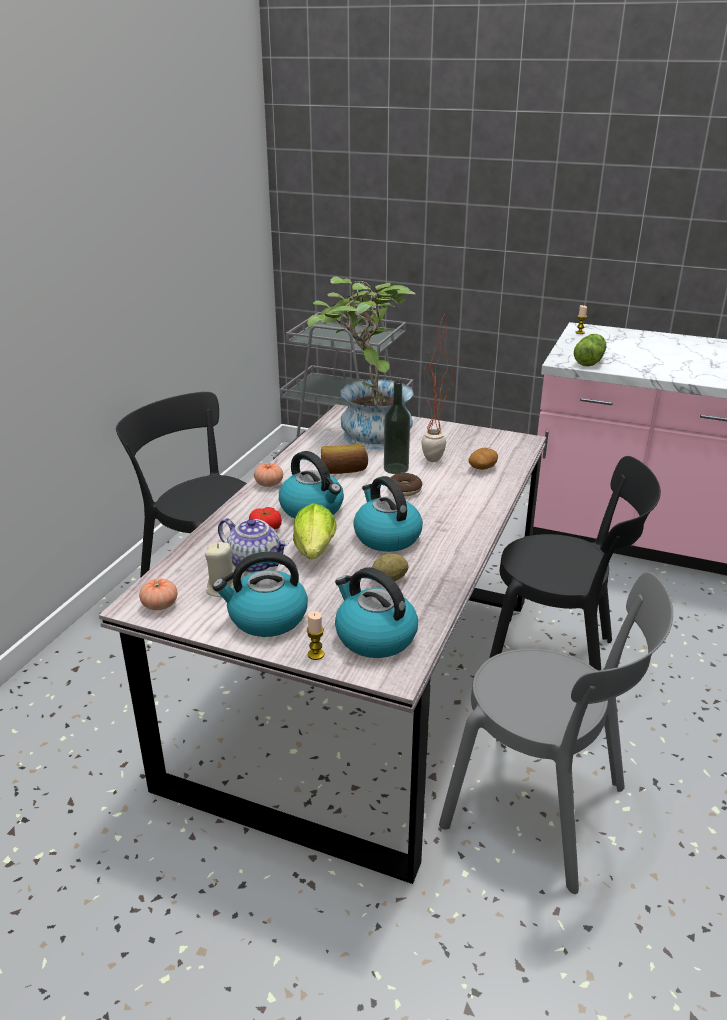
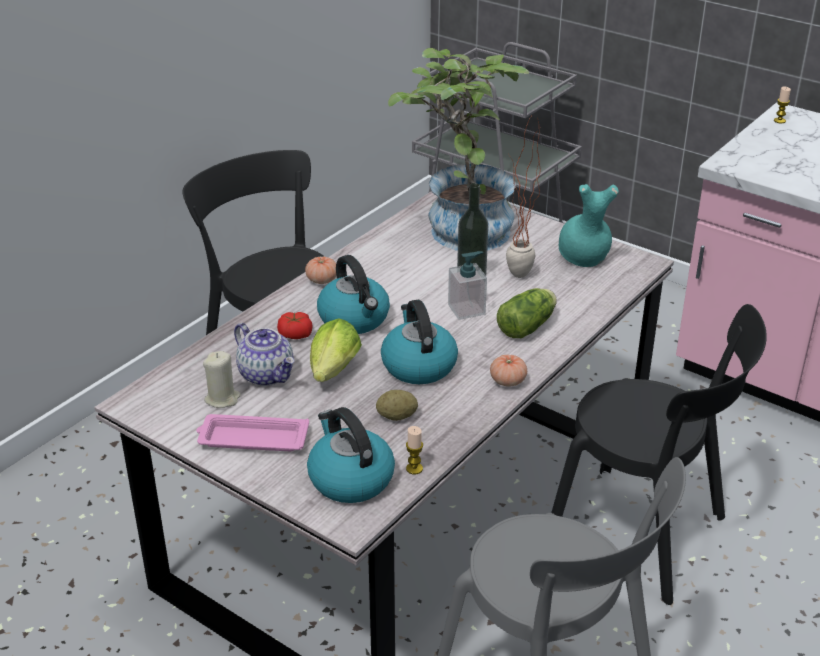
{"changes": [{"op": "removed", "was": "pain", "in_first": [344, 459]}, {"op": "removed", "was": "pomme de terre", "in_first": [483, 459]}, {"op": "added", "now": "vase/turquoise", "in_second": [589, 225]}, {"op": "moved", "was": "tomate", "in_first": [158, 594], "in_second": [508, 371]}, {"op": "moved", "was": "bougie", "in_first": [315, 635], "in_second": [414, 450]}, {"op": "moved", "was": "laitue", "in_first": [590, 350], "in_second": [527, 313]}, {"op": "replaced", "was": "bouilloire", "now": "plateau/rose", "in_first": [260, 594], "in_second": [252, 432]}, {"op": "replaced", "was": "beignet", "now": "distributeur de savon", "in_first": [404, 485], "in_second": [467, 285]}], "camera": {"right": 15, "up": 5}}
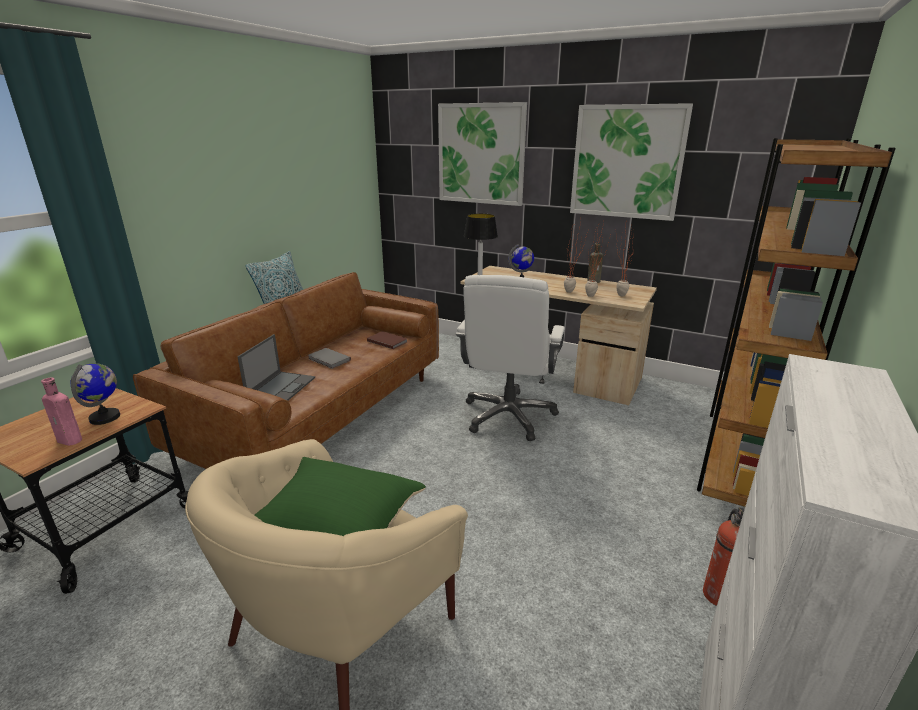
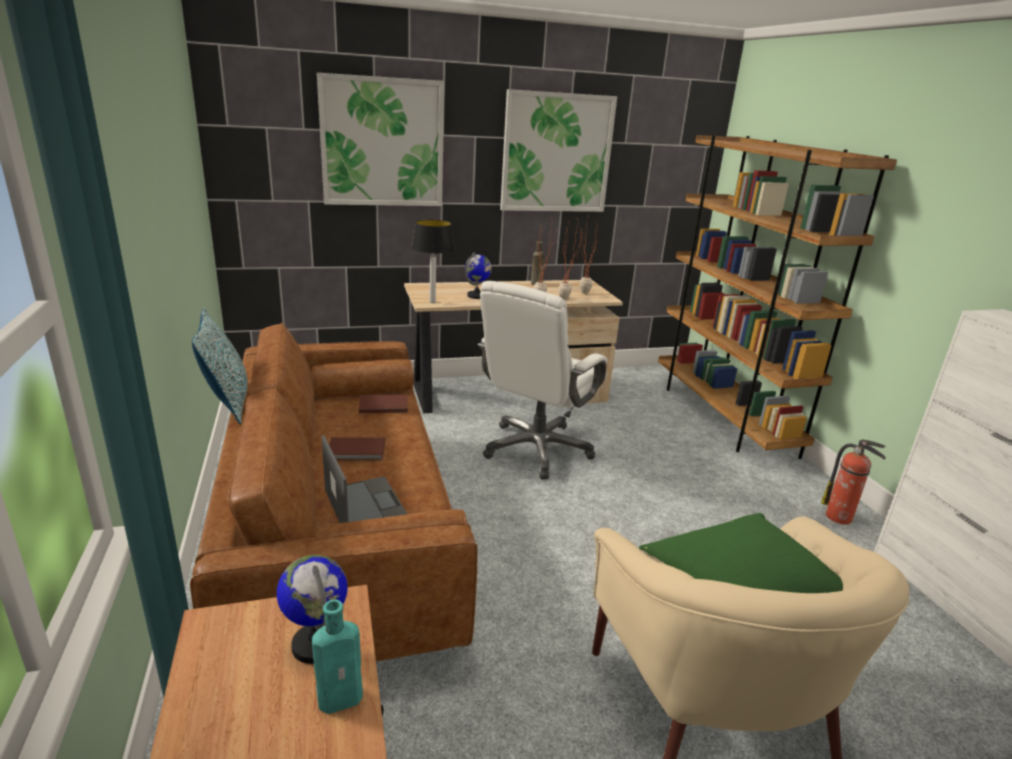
{"changes": [{"op": "recoloured", "was": "bouteille/rose", "now": "bouteille/turquoise", "in_first": [61, 412], "in_second": [337, 657]}, {"op": "recoloured", "was": "livre/gris", "now": "livre/marron", "in_first": [329, 358], "in_second": [357, 448]}, {"op": "turned", "was": "chaise de bureau/blanc", "in_first": [510, 358], "in_second": [543, 380], "clockwise": 60}], "camera": {"right": -45, "up": 0}}
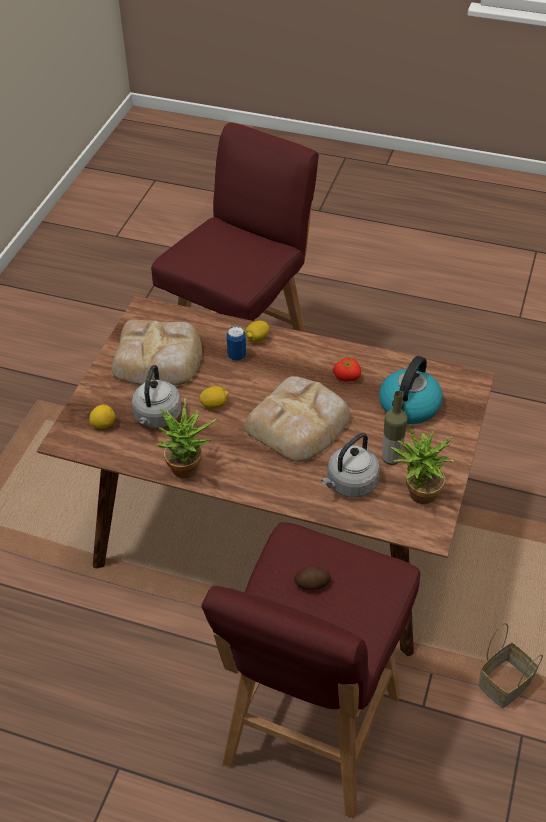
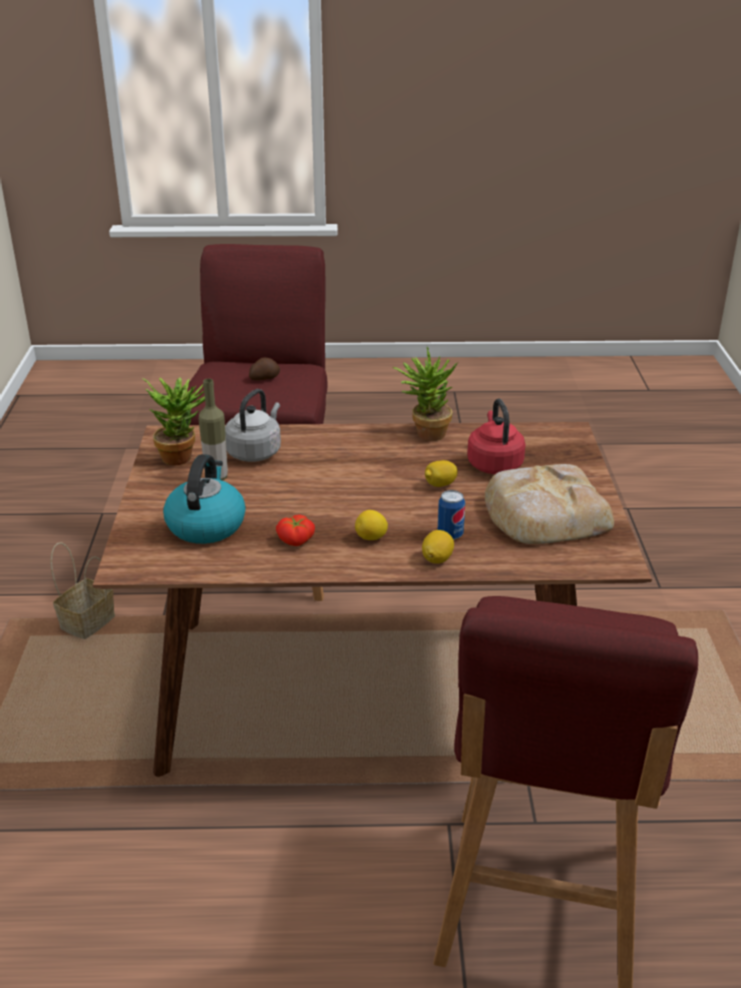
{"changes": [{"op": "removed", "was": "pain", "in_first": [297, 419]}, {"op": "moved", "was": "citron", "in_first": [102, 417], "in_second": [371, 525]}, {"op": "recoloured", "was": "bouilloire/gris", "now": "bouilloire/rouge", "in_first": [157, 396], "in_second": [496, 436]}], "camera": {"right": 160, "up": -15}}
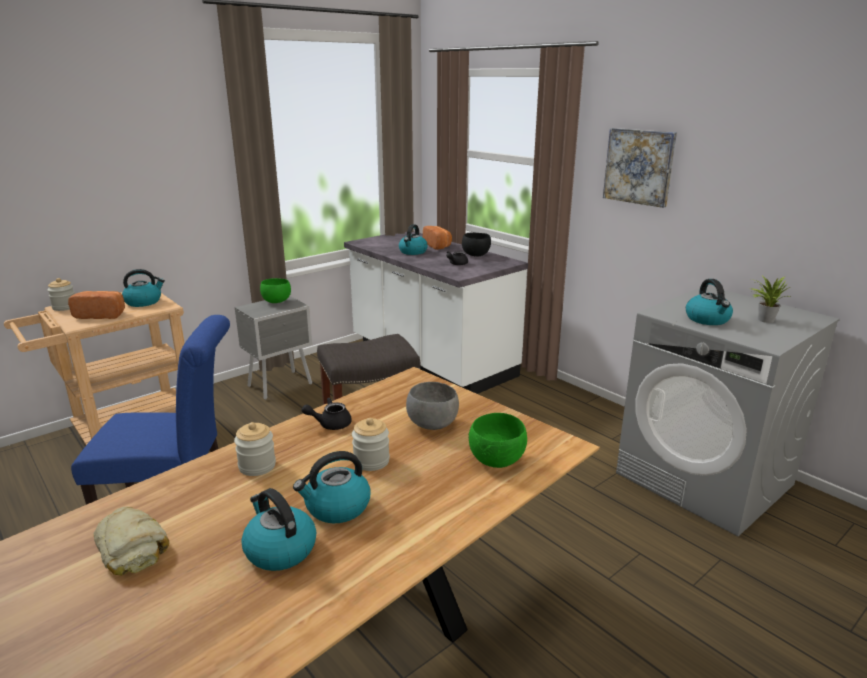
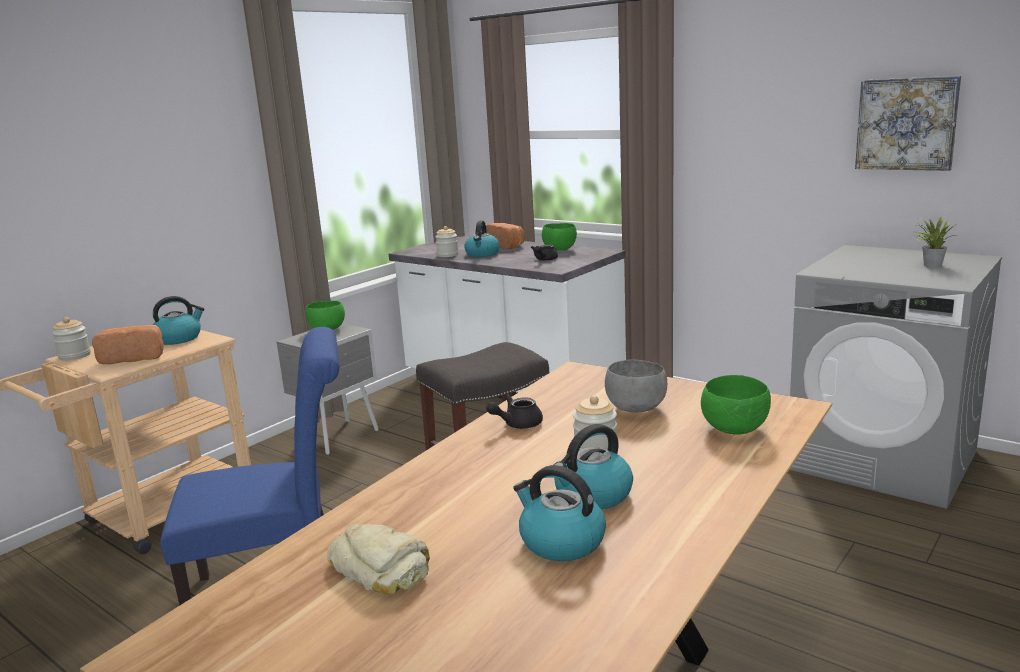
{"changes": [{"op": "removed", "was": "bouilloire", "in_first": [709, 302]}, {"op": "moved", "was": "bocal", "in_first": [255, 449], "in_second": [446, 241]}, {"op": "moved", "was": "tableau", "in_first": [640, 168], "in_second": [908, 123]}, {"op": "recoloured", "was": "bol/noir", "now": "bol/vert", "in_first": [476, 244], "in_second": [559, 237]}], "camera": {"right": -10, "up": -5}}
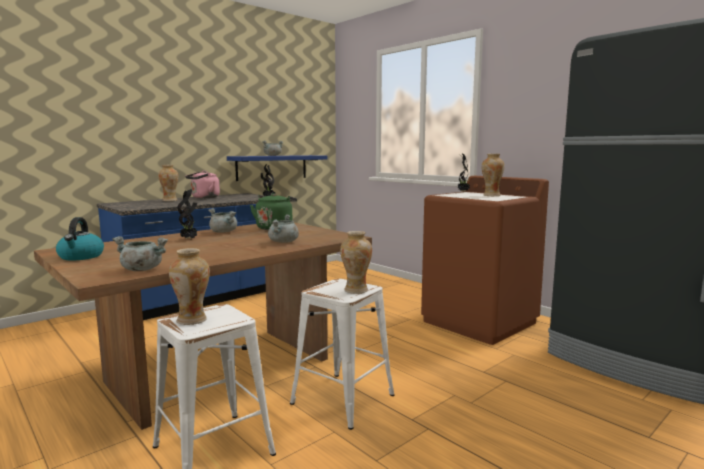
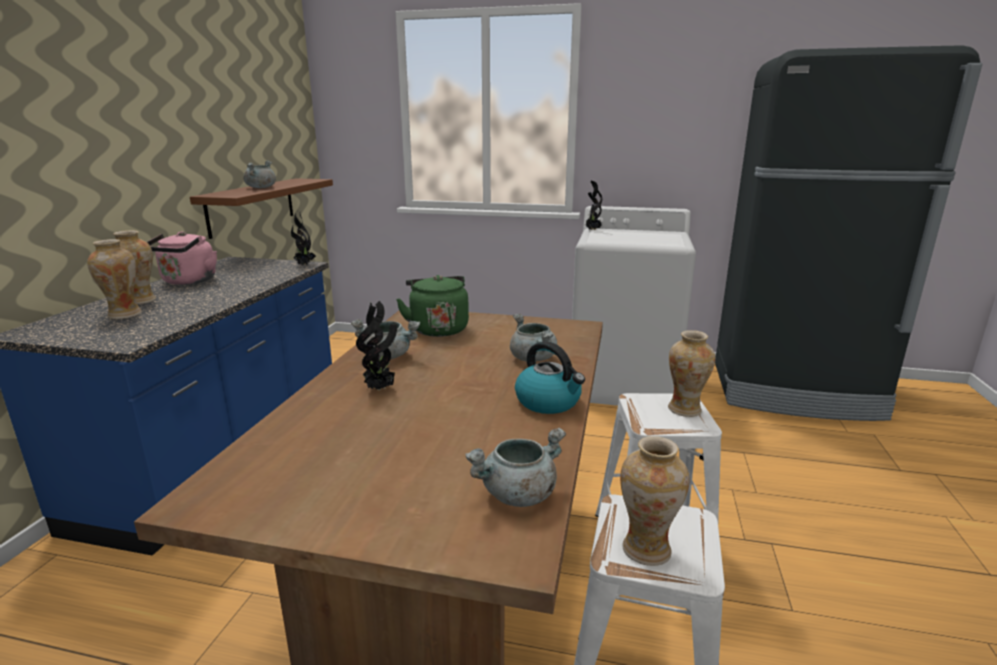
{"changes": [{"op": "moved", "was": "bouilloire", "in_first": [80, 238], "in_second": [550, 377]}, {"op": "moved", "was": "vase", "in_first": [493, 175], "in_second": [114, 279]}, {"op": "recoloured", "was": "étagère/bleu", "now": "étagère/marron", "in_first": [277, 168], "in_second": [261, 208]}, {"op": "recoloured", "was": "lave-linge/marron", "now": "lave-linge/blanc", "in_first": [485, 260], "in_second": [634, 306]}], "camera": {"right": -35, "up": 10}}
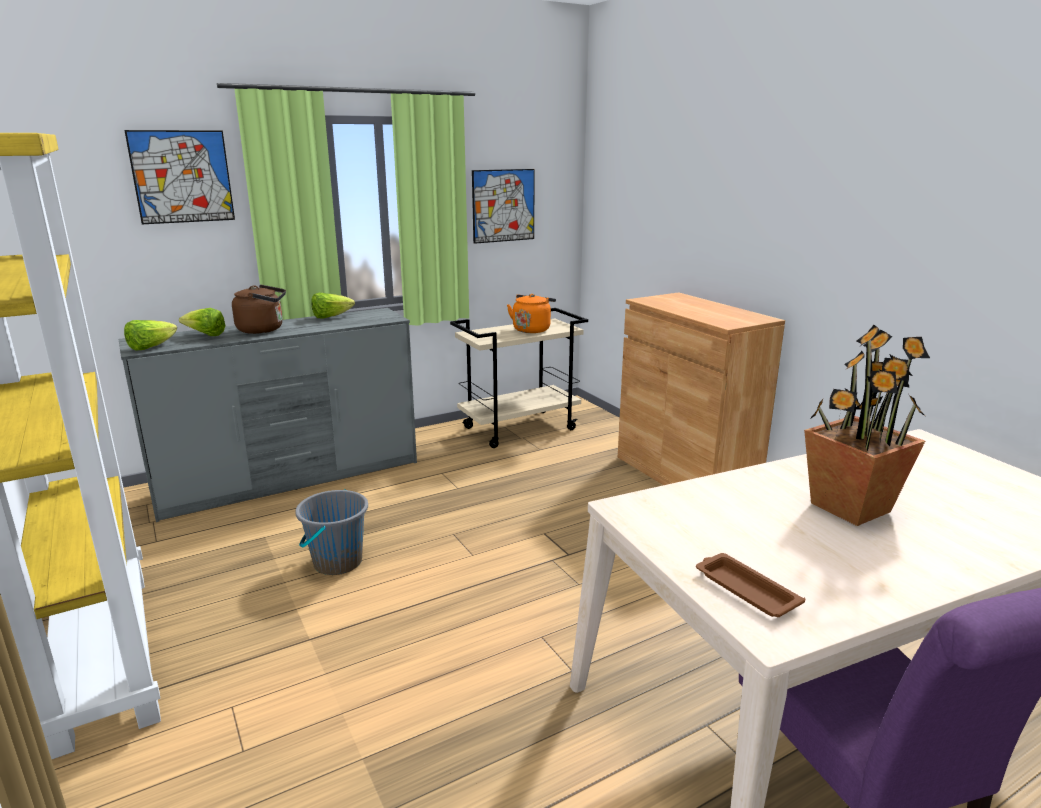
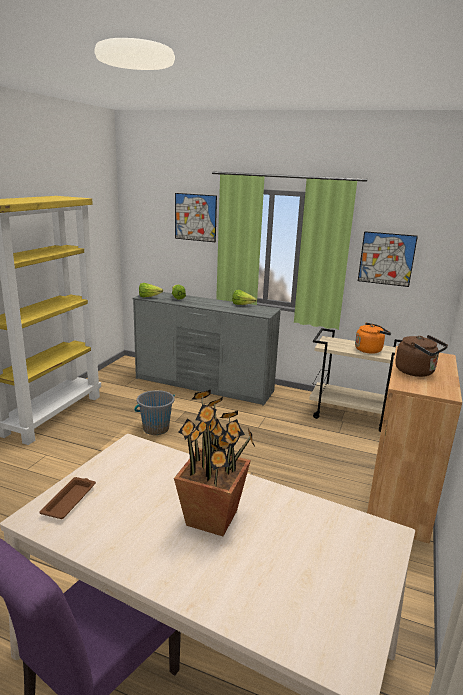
{"changes": [{"op": "moved", "was": "bouilloire/marron", "in_first": [259, 309], "in_second": [421, 356]}], "camera": {"right": 50, "up": 0}}
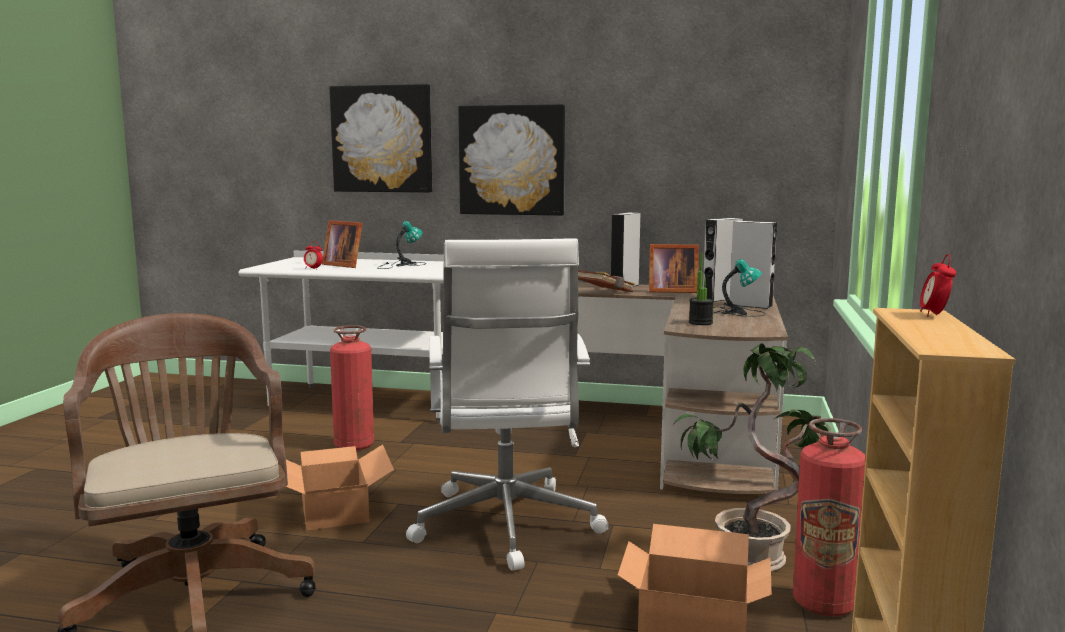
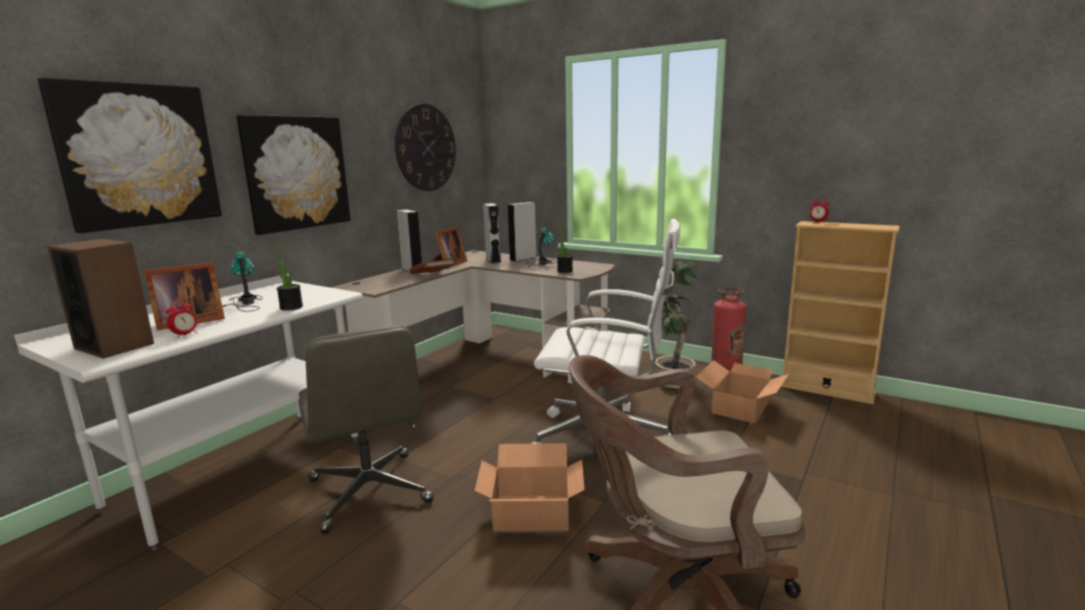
{"changes": [{"op": "added", "now": "enceinte", "in_second": [100, 299]}, {"op": "added", "now": "plante en pot", "in_second": [289, 278]}, {"op": "added", "now": "horloge murale", "in_second": [425, 147]}, {"op": "replaced", "was": "extincteur", "now": "chaise de bureau/gris", "in_first": [352, 388], "in_second": [366, 429]}], "camera": {"right": -70, "up": 5}}
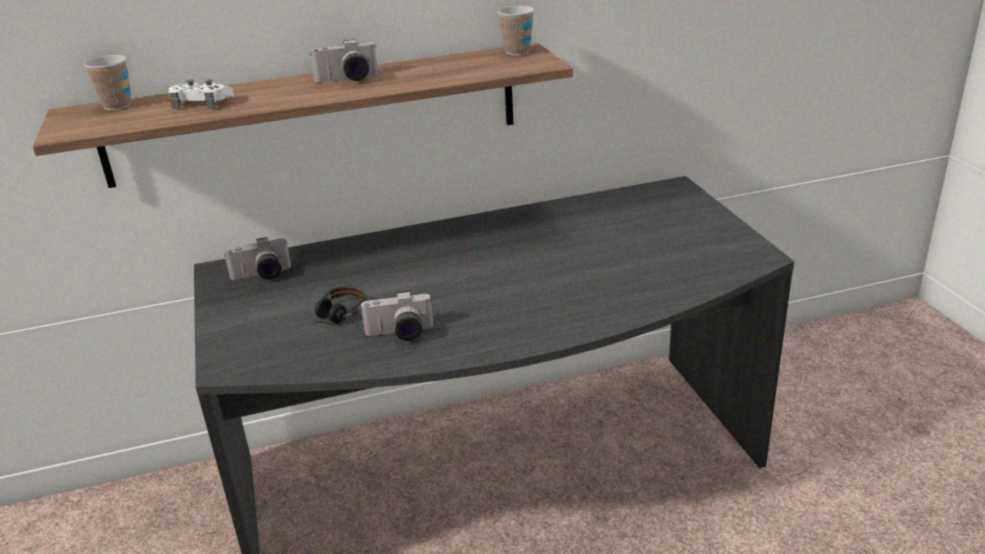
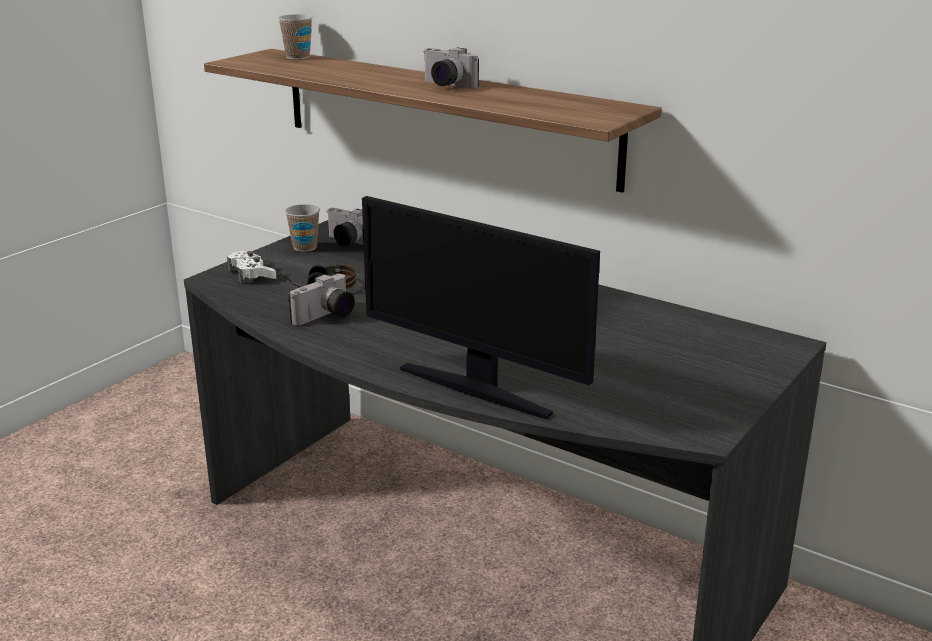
{"changes": [{"op": "added", "now": "écran d'ordinateur", "in_second": [481, 307]}, {"op": "moved", "was": "manette/blanc", "in_first": [201, 94], "in_second": [251, 267]}, {"op": "moved", "was": "tasse", "in_first": [516, 31], "in_second": [302, 228]}, {"op": "turned", "was": "appareil photo", "in_first": [397, 316], "in_second": [321, 299], "clockwise": -90}], "camera": {"right": 50, "up": -5}}
